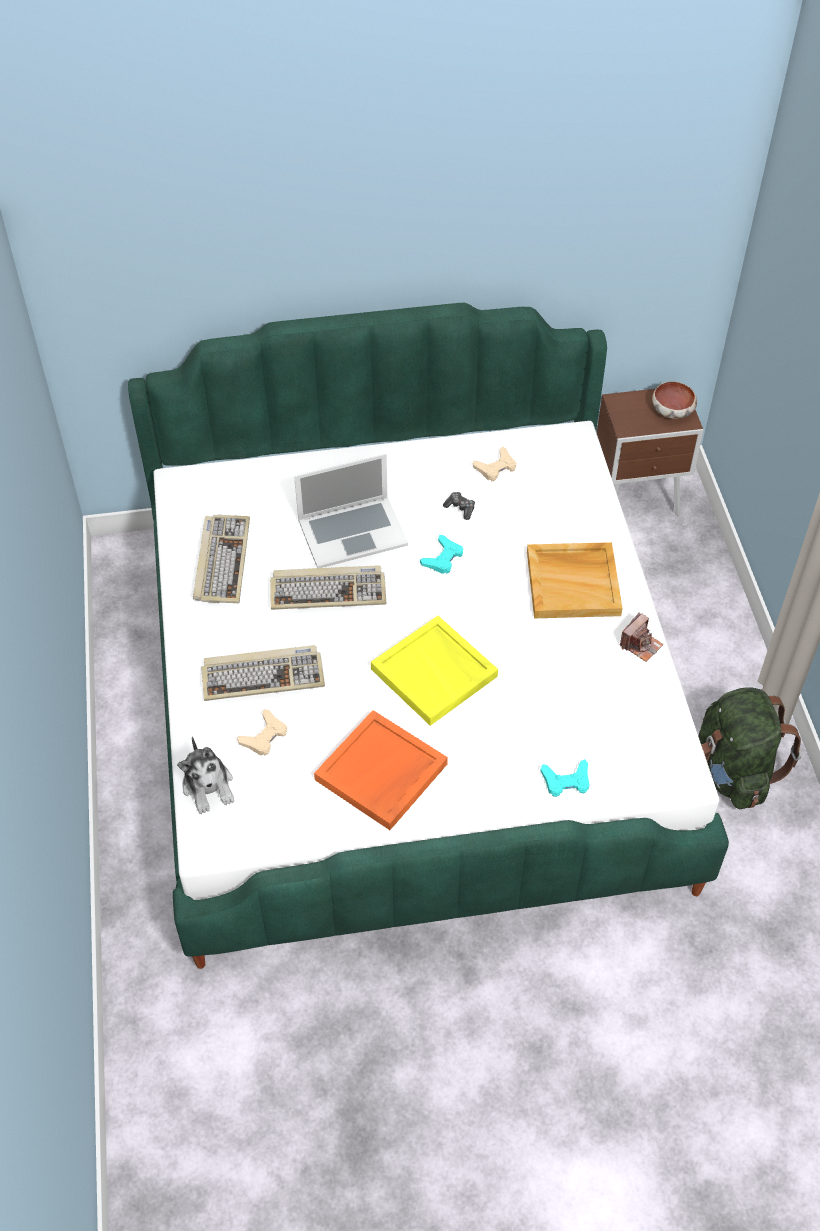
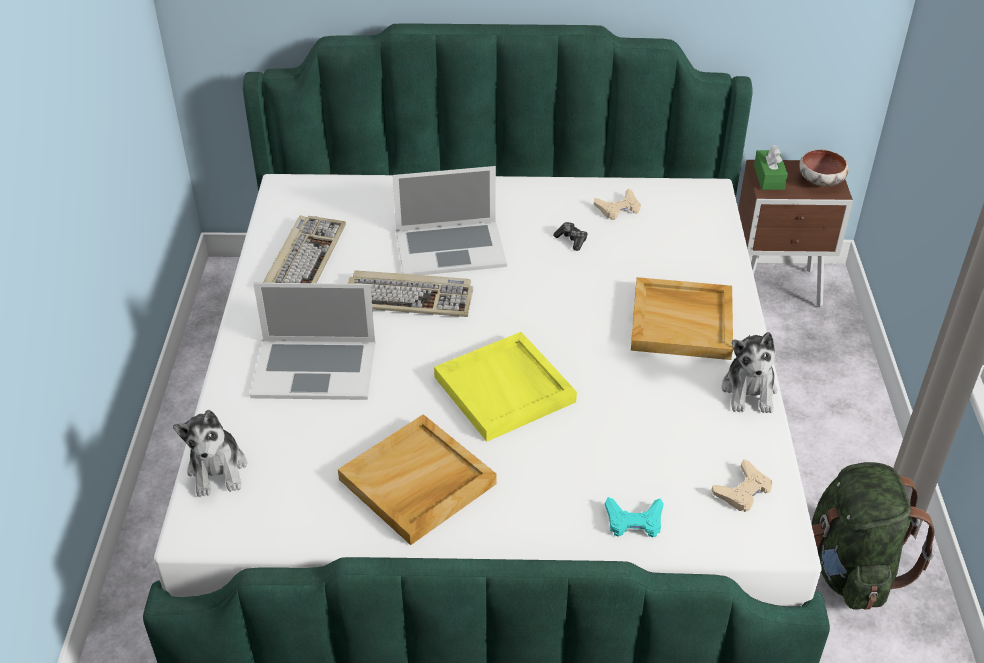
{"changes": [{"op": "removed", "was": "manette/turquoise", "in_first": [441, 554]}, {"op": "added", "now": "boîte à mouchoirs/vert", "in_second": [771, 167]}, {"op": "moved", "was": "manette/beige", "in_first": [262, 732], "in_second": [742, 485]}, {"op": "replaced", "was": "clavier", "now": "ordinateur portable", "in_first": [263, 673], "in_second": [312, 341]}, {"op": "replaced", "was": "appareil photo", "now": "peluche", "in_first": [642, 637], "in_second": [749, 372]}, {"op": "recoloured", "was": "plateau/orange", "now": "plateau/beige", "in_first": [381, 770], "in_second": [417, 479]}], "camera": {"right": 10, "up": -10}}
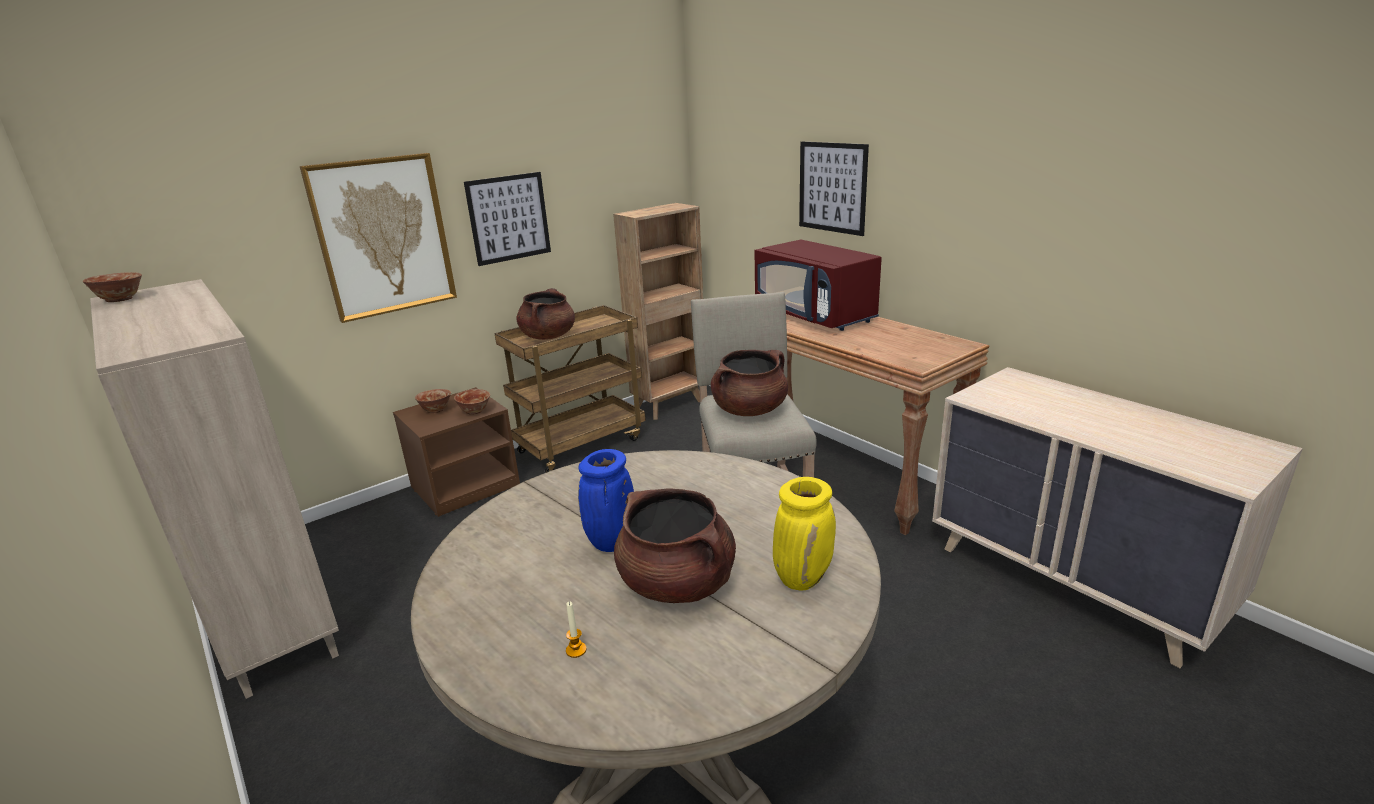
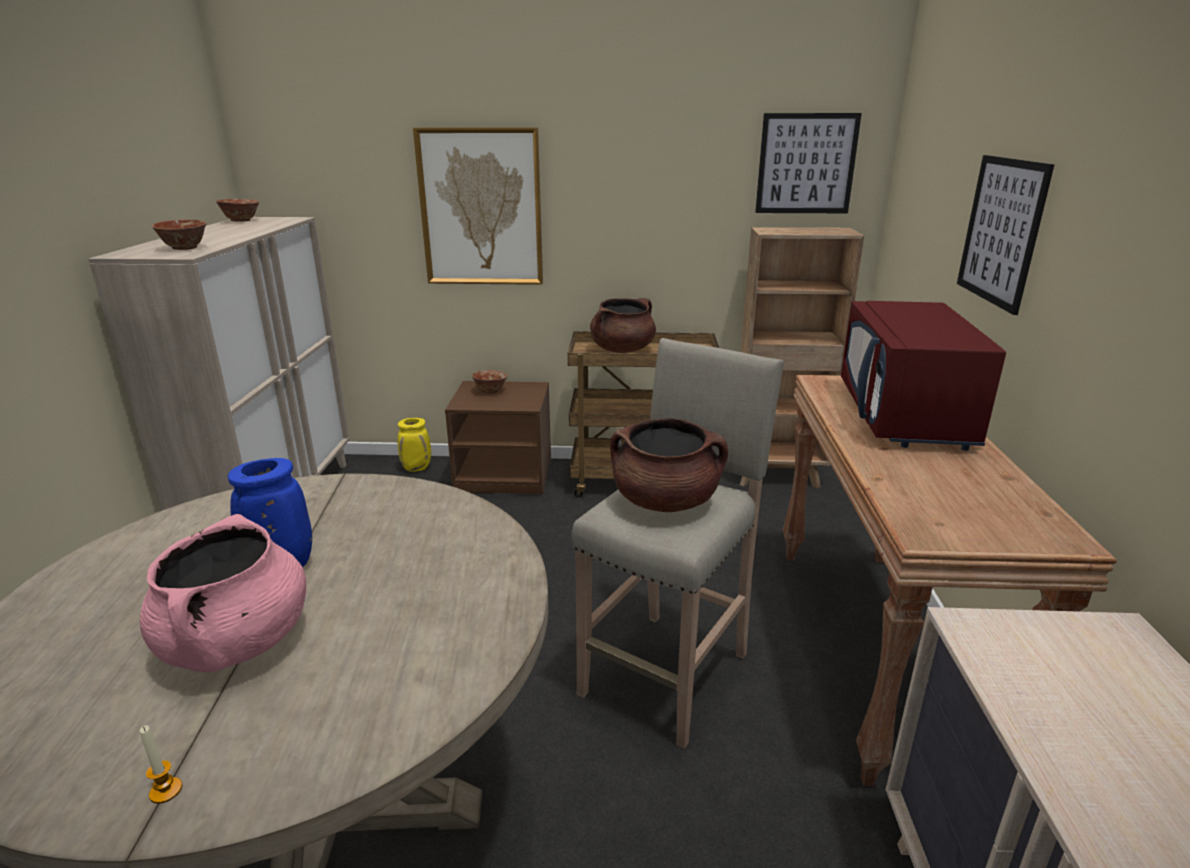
{"changes": [{"op": "moved", "was": "bol", "in_first": [472, 402], "in_second": [179, 234]}, {"op": "moved", "was": "tableau", "in_first": [507, 219], "in_second": [808, 163]}, {"op": "moved", "was": "bougie", "in_first": [576, 630], "in_second": [161, 764]}, {"op": "moved", "was": "vase/jaune", "in_first": [804, 533], "in_second": [414, 445]}, {"op": "recoloured", "was": "marmite/marron", "now": "marmite/rose", "in_first": [675, 545], "in_second": [223, 593]}], "camera": {"right": 40, "up": 0}}
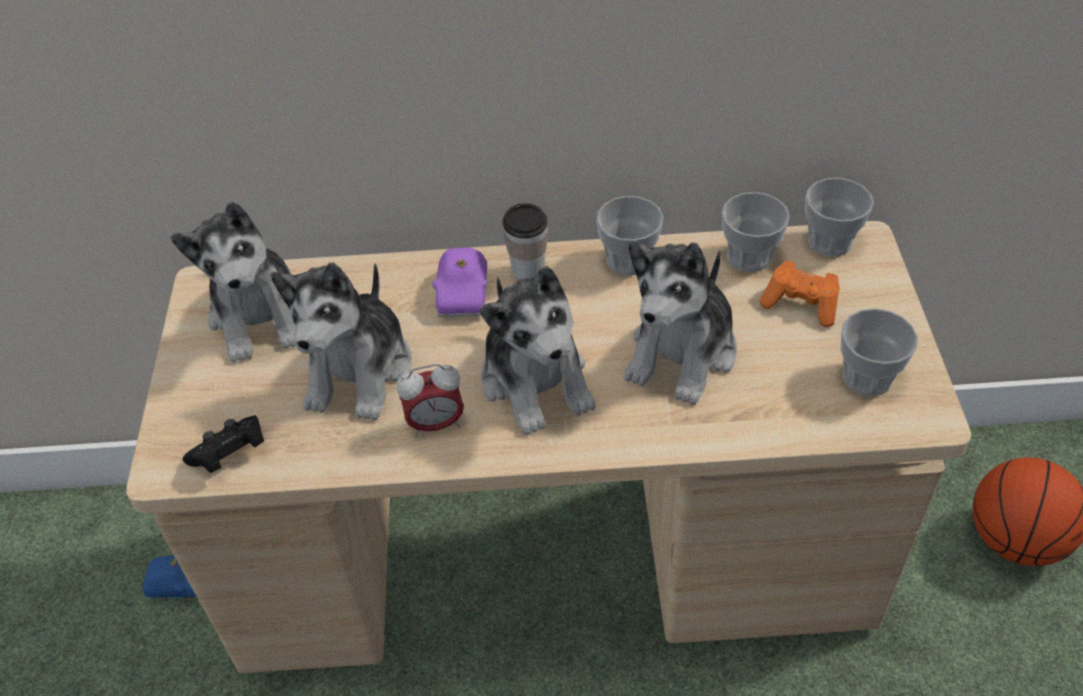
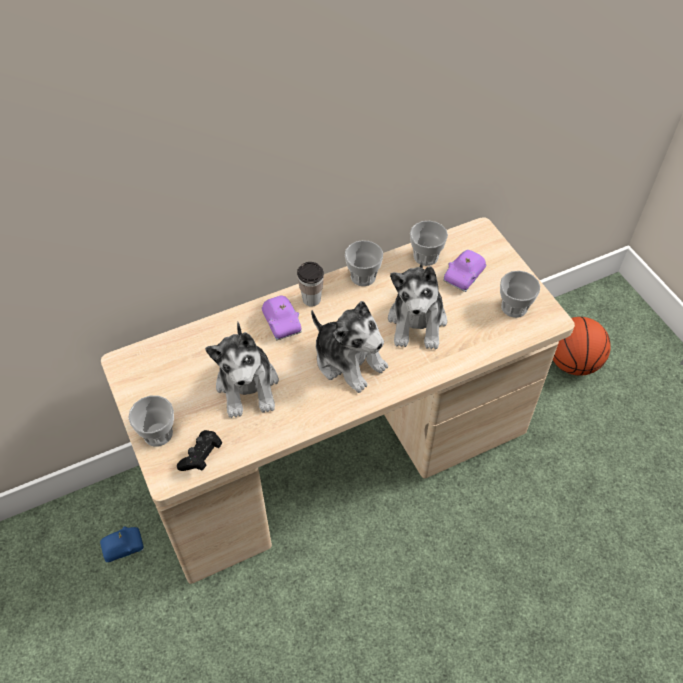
{"changes": [{"op": "removed", "was": "peluche", "in_first": [232, 282]}, {"op": "removed", "was": "réveil", "in_first": [430, 400]}, {"op": "moved", "was": "tasse", "in_first": [839, 217], "in_second": [151, 421]}, {"op": "replaced", "was": "manette/orange", "now": "petite voiture/violet", "in_first": [799, 293], "in_second": [464, 271]}], "camera": {"right": -25, "up": 5}}
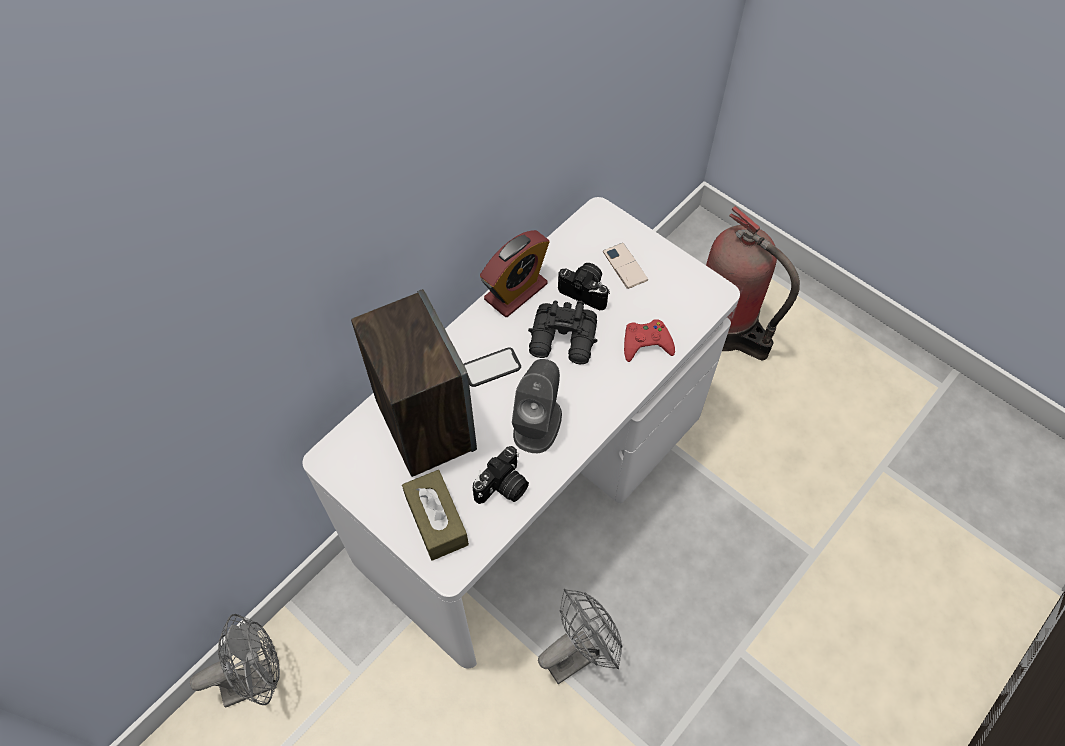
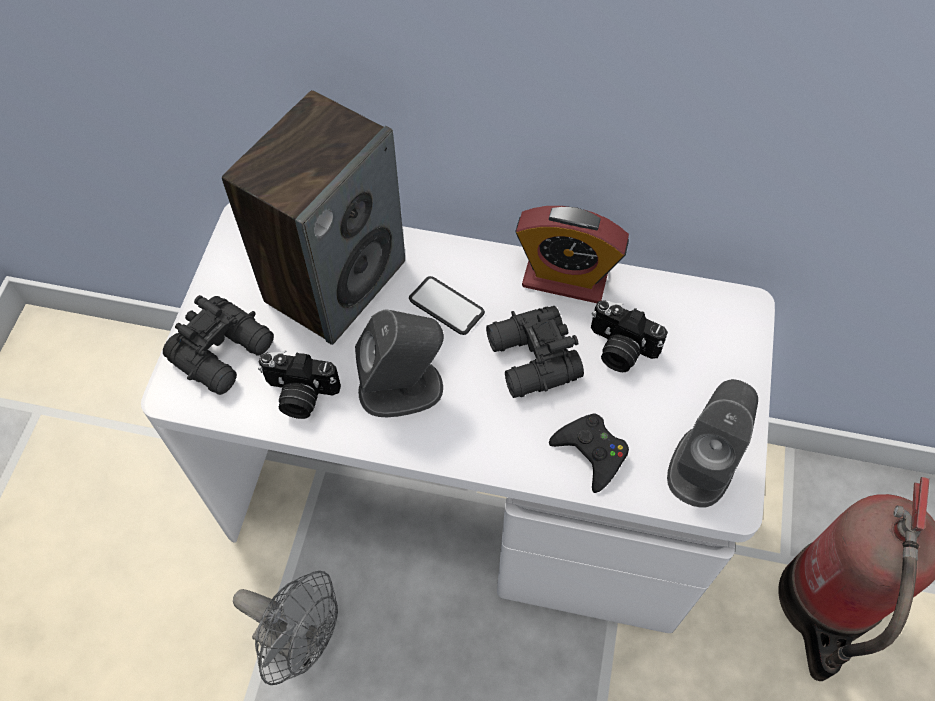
{"changes": [{"op": "removed", "was": "ventilateur/gris", "in_first": [235, 660]}, {"op": "removed", "was": "téléphone", "in_first": [625, 266]}, {"op": "added", "now": "enceinte/gris", "in_second": [712, 443]}, {"op": "replaced", "was": "boîte à mouchoirs/marron", "now": "jumelles/noir", "in_first": [435, 515], "in_second": [218, 345]}, {"op": "recoloured", "was": "manette/rouge", "now": "manette/noir", "in_first": [649, 340], "in_second": [589, 453]}, {"op": "turned", "was": "appareil photo", "in_first": [584, 287], "in_second": [629, 336], "clockwise": 120}], "camera": {"right": 60, "up": 0}}
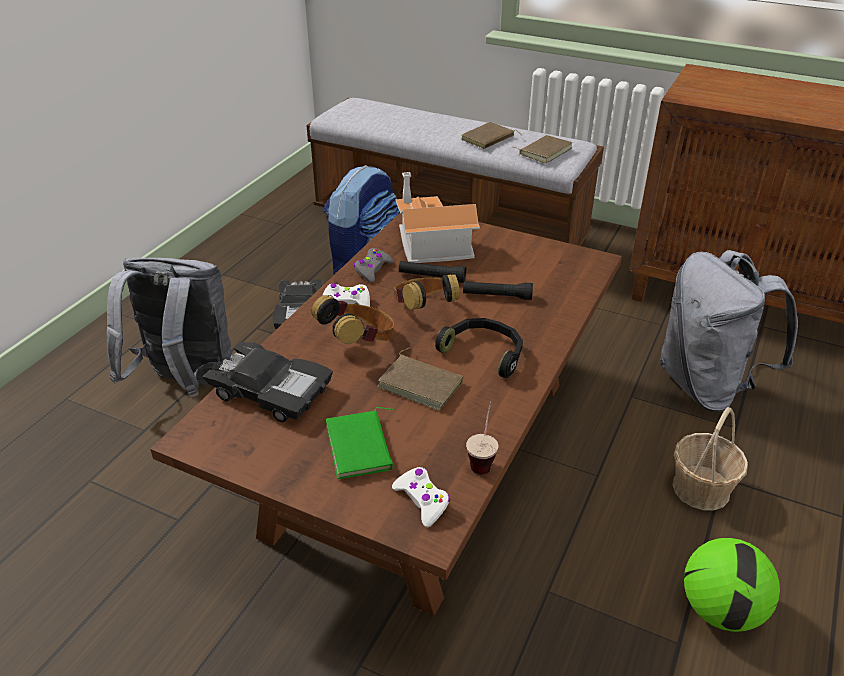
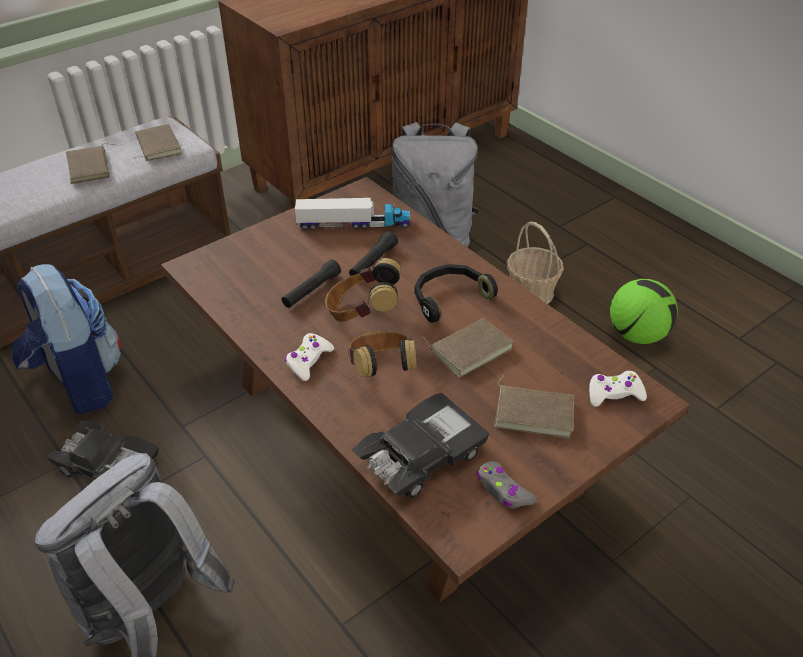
{"changes": [{"op": "removed", "was": "maison miniature", "in_first": [438, 217]}, {"op": "removed", "was": "tasse", "in_first": [482, 437]}, {"op": "added", "now": "camion jouet", "in_second": [352, 214]}, {"op": "moved", "was": "manette/gris", "in_first": [374, 265], "in_second": [507, 484]}, {"op": "recoloured", "was": "livre/vert", "now": "livre/marron", "in_first": [360, 443], "in_second": [534, 406]}], "camera": {"right": -65, "up": 5}}
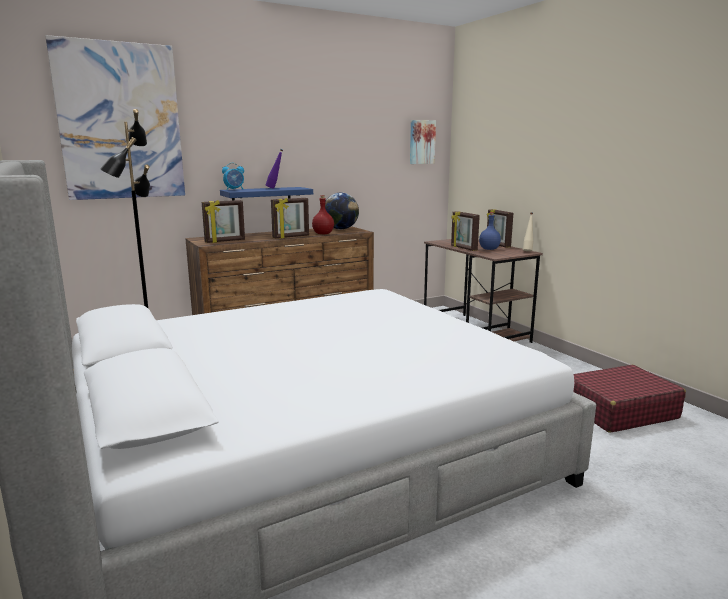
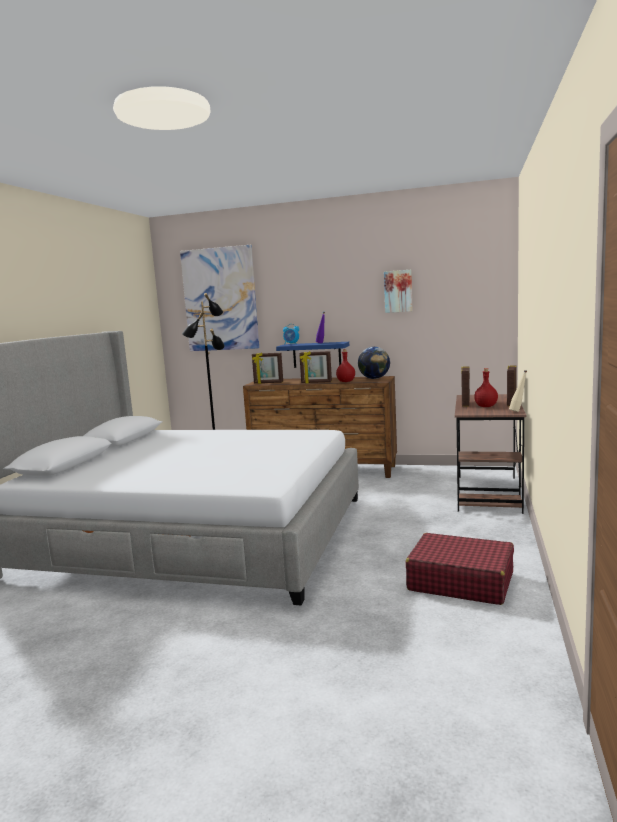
{"changes": [{"op": "moved", "was": "tableau", "in_first": [423, 142], "in_second": [398, 291]}, {"op": "recoloured", "was": "bouteille/bleu", "now": "bouteille/rouge", "in_first": [490, 231], "in_second": [486, 387]}], "camera": {"right": 45, "up": -5}}
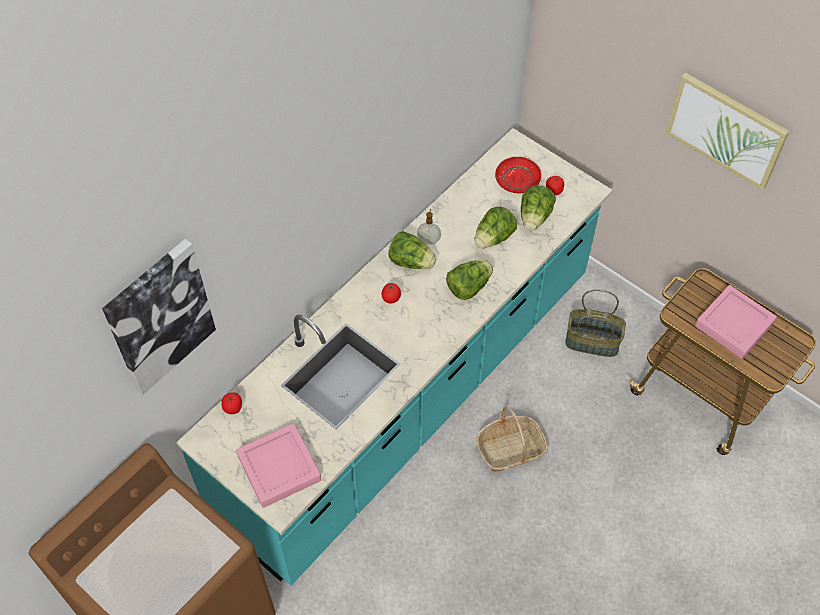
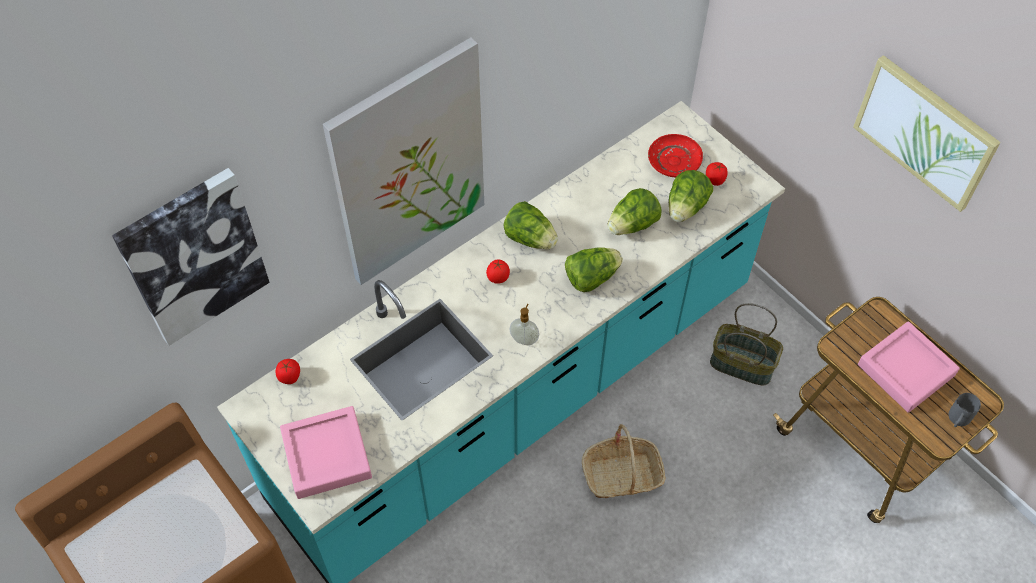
{"changes": [{"op": "added", "now": "tableau", "in_second": [403, 161]}, {"op": "added", "now": "mug/gris", "in_second": [964, 410]}, {"op": "moved", "was": "distributeur de savon", "in_first": [429, 227], "in_second": [524, 324]}], "camera": {"right": 10, "up": 0}}
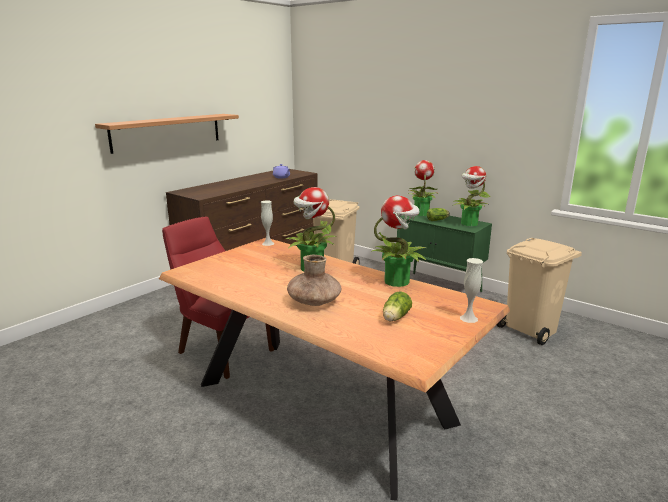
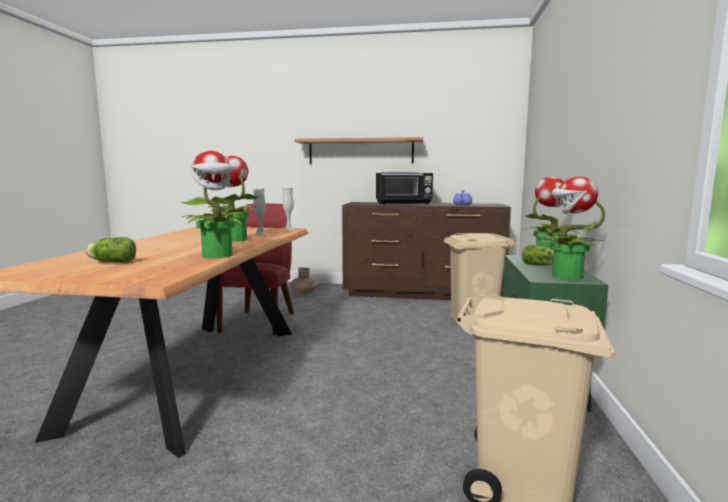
{"changes": [{"op": "added", "now": "micro-ondes/noir", "in_second": [404, 188]}, {"op": "moved", "was": "vase/marron", "in_first": [314, 280], "in_second": [304, 280]}, {"op": "moved", "was": "vase/blanc", "in_first": [471, 290], "in_second": [260, 212]}], "camera": {"right": 60, "up": -10}}
